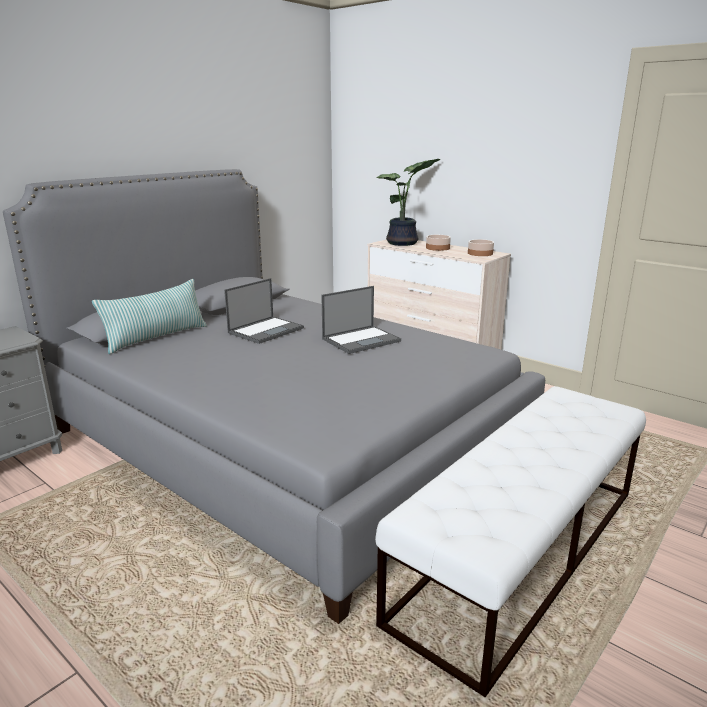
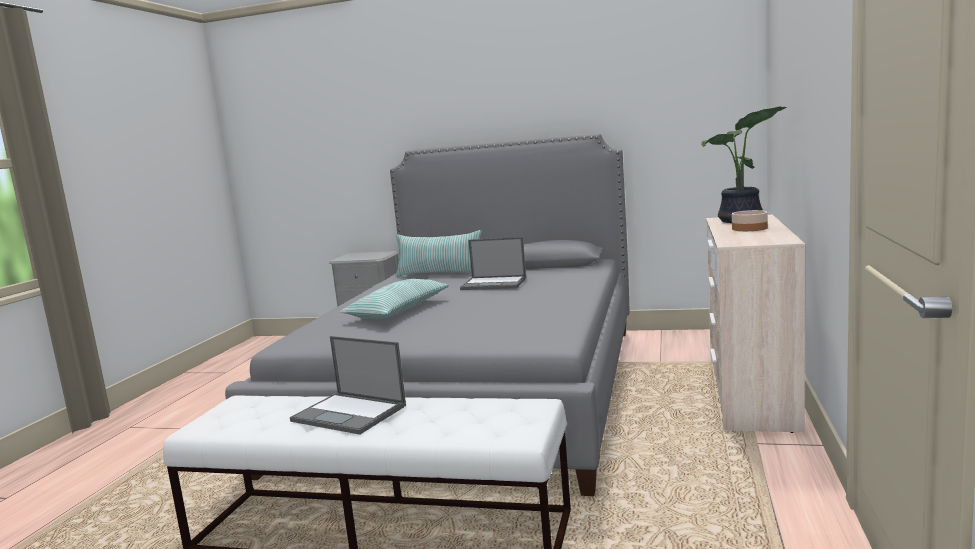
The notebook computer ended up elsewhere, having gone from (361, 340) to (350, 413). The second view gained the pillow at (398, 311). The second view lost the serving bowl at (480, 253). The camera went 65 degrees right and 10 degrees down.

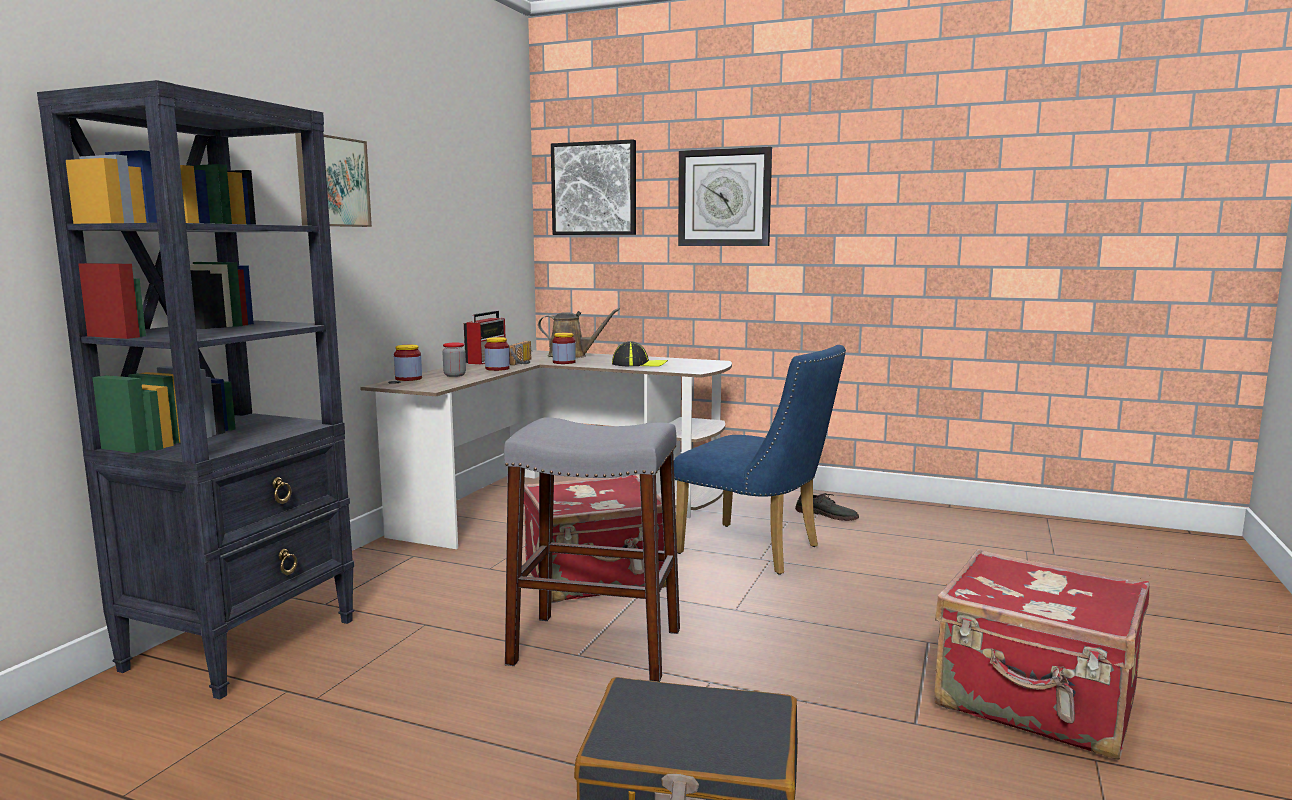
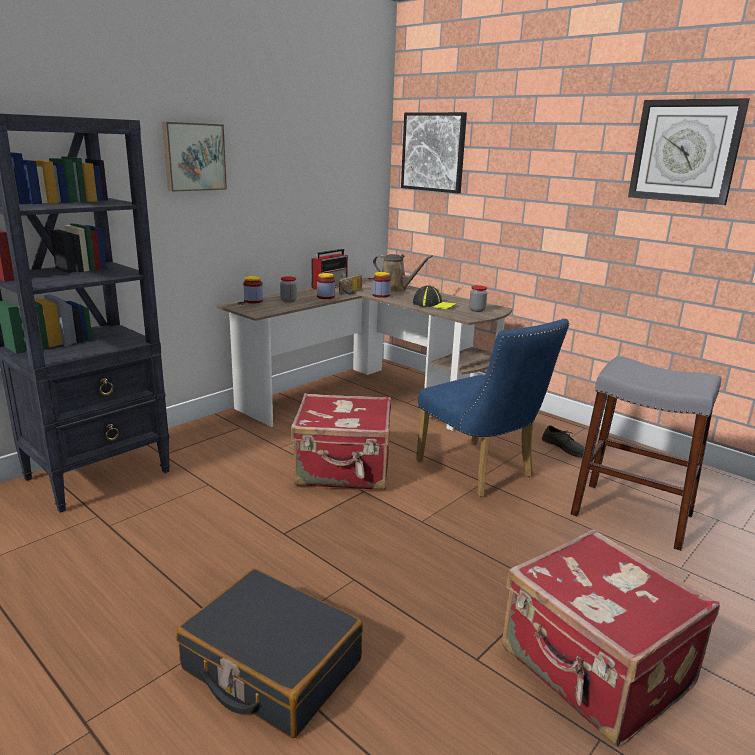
The second view gained the storage jar at (477, 310). The stool seat/greyish ended up elsewhere, having gone from (596, 646) to (632, 514). The clock on the wall ended up elsewhere, having gone from (724, 198) to (685, 151). The camera went 20 degrees right and 10 degrees up.

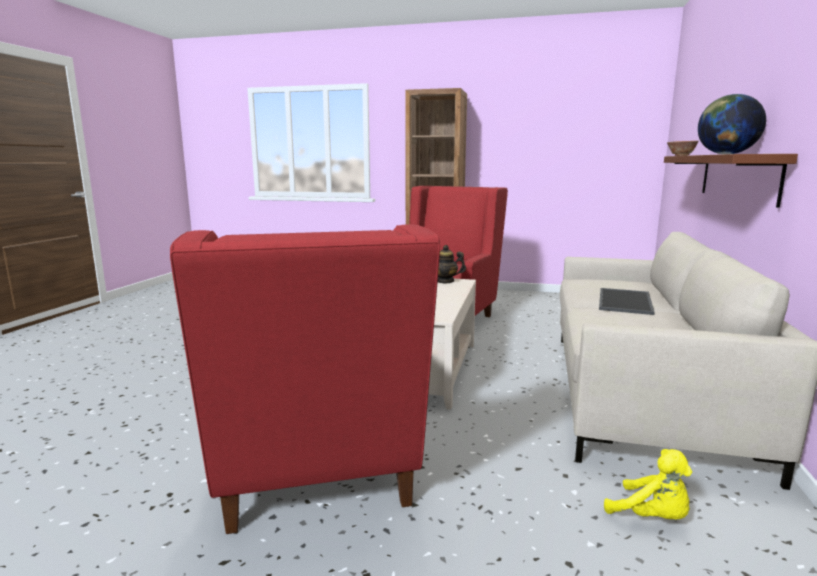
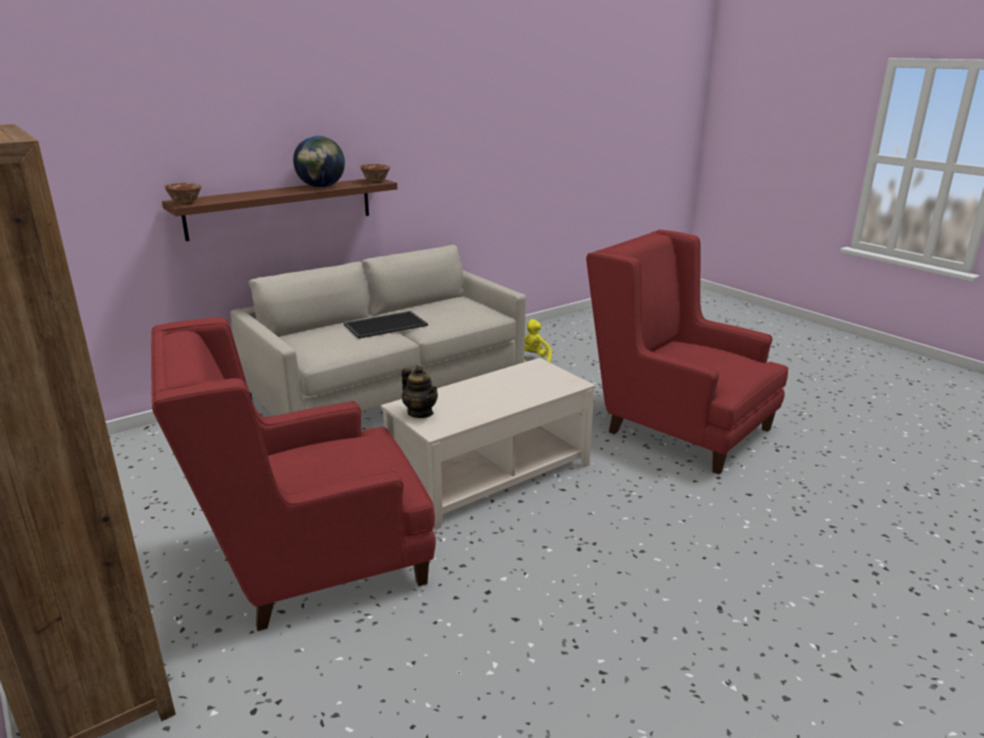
The second view gained the serving bowl at (376, 181). The easy chair/red at (318, 478) ended up facing another way, 75 degrees counterclockwise from before. The camera went 140 degrees left and 10 degrees up.

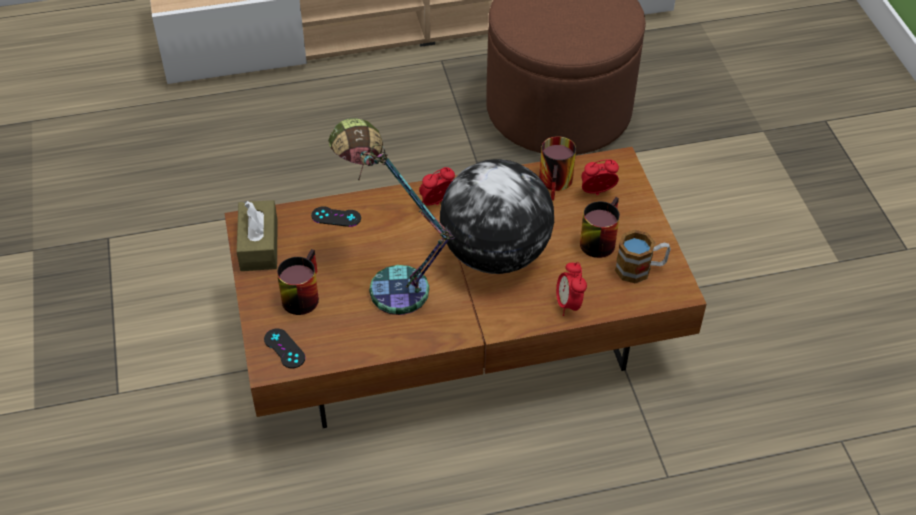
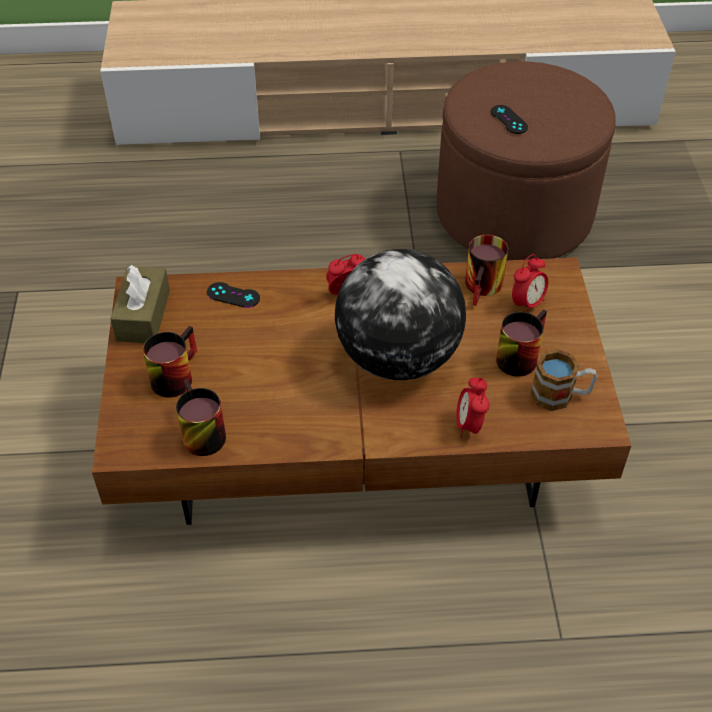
The second view gained the tea mug at (197, 433). The game controller/black-coloured ended up elsewhere, having gone from (284, 348) to (509, 120). The alarm clock at (597, 193) ended up facing another way, 135 degrees clockwise from before. The second view lost the tabletop lamp at (390, 279). The camera went 10 degrees right and 0 degrees up.

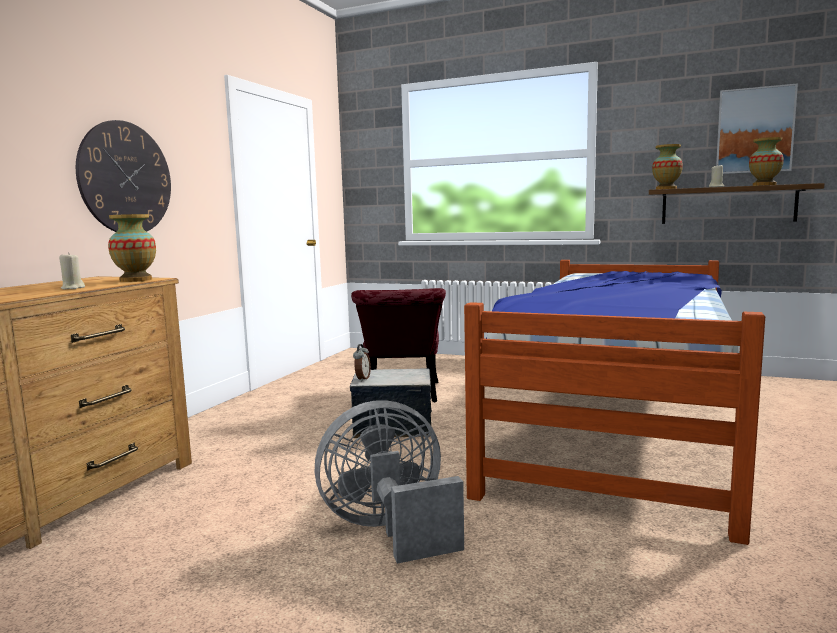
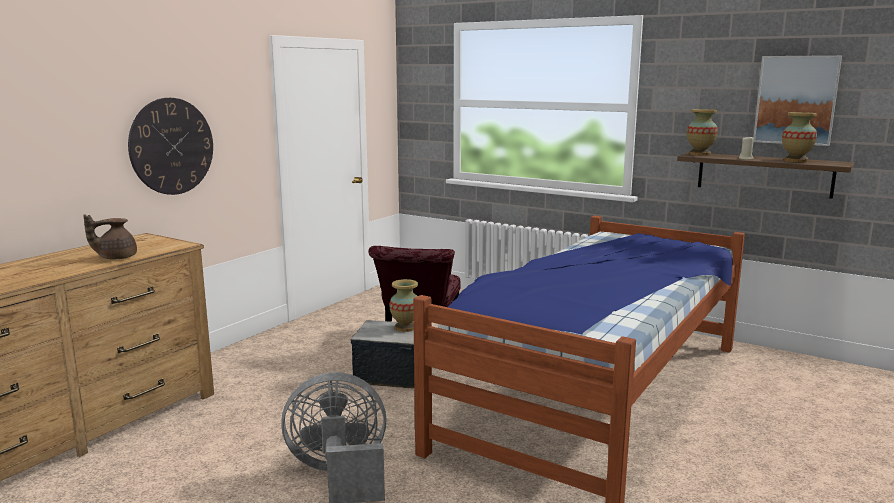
Where the candle/beige-coloured stood at (73, 288), the tea pot/brown came to stand at (116, 257). The flower vase ended up elsewhere, having gone from (135, 280) to (405, 328). The second view lost the alarm clock at (362, 379). The camera went 10 degrees right and 5 degrees up.

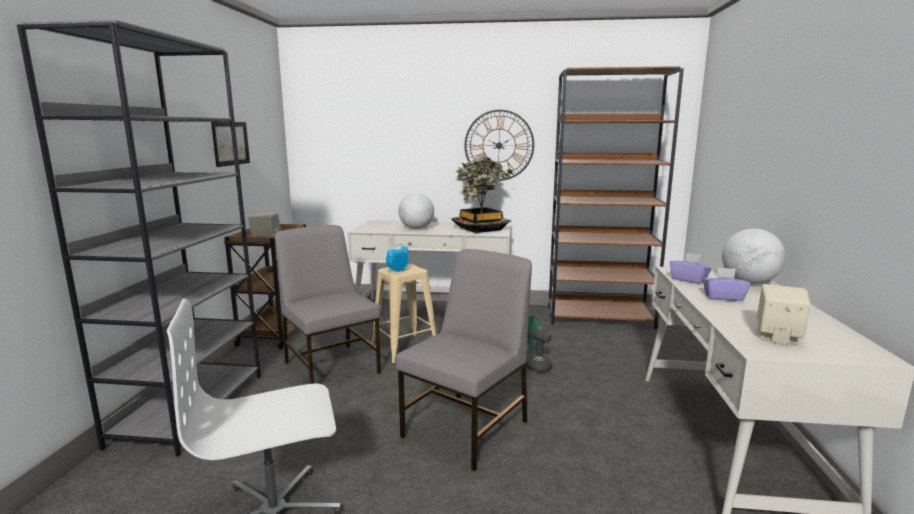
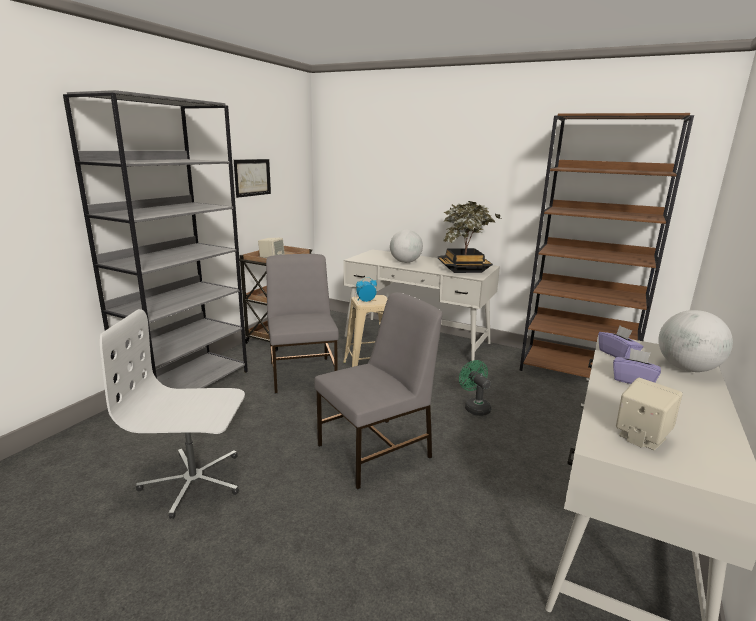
The second view lost the clock on the wall at (499, 145). The camera went 20 degrees right and 5 degrees up.

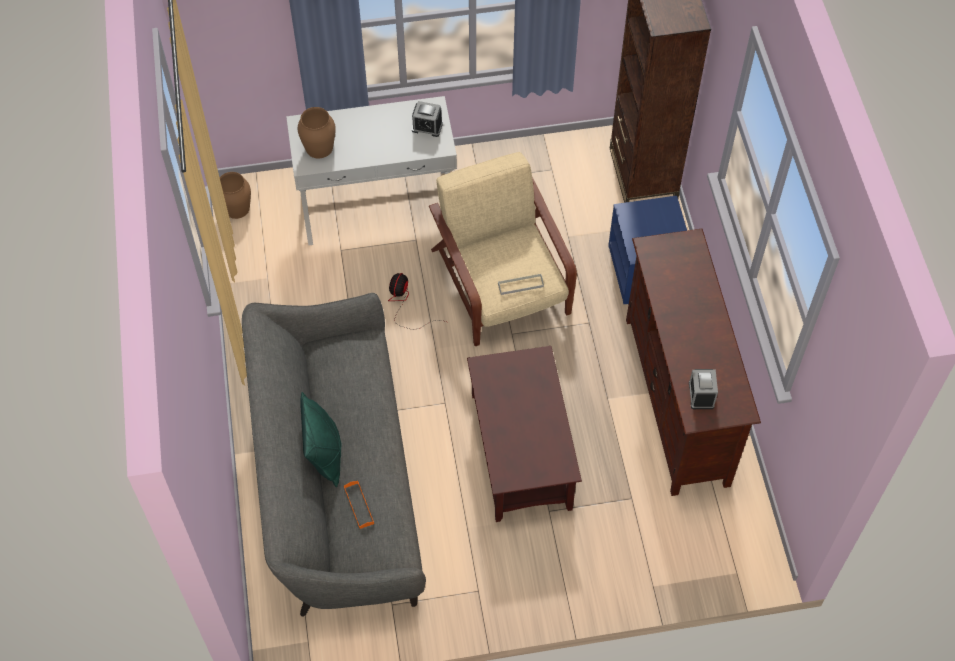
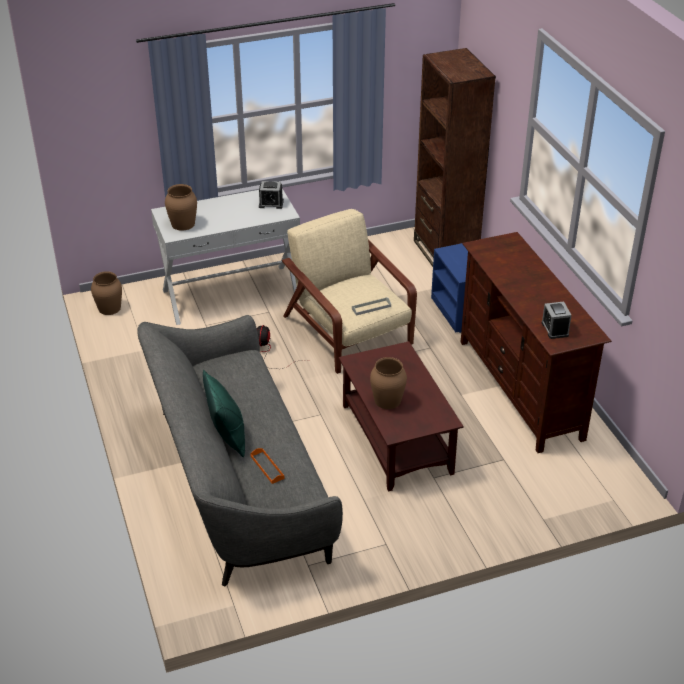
The second view gained the flower vase/brown at (387, 400). The camera went 10 degrees left and 20 degrees down.

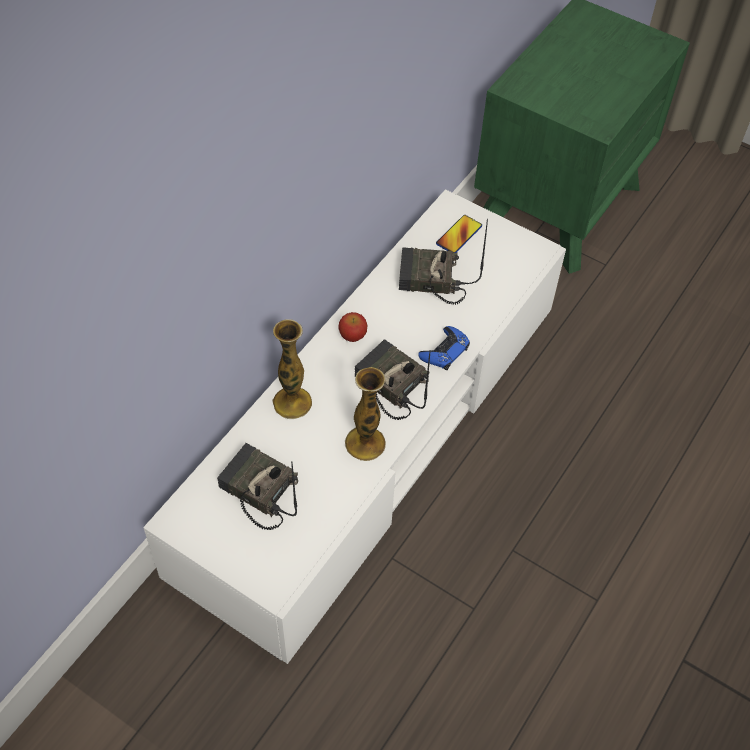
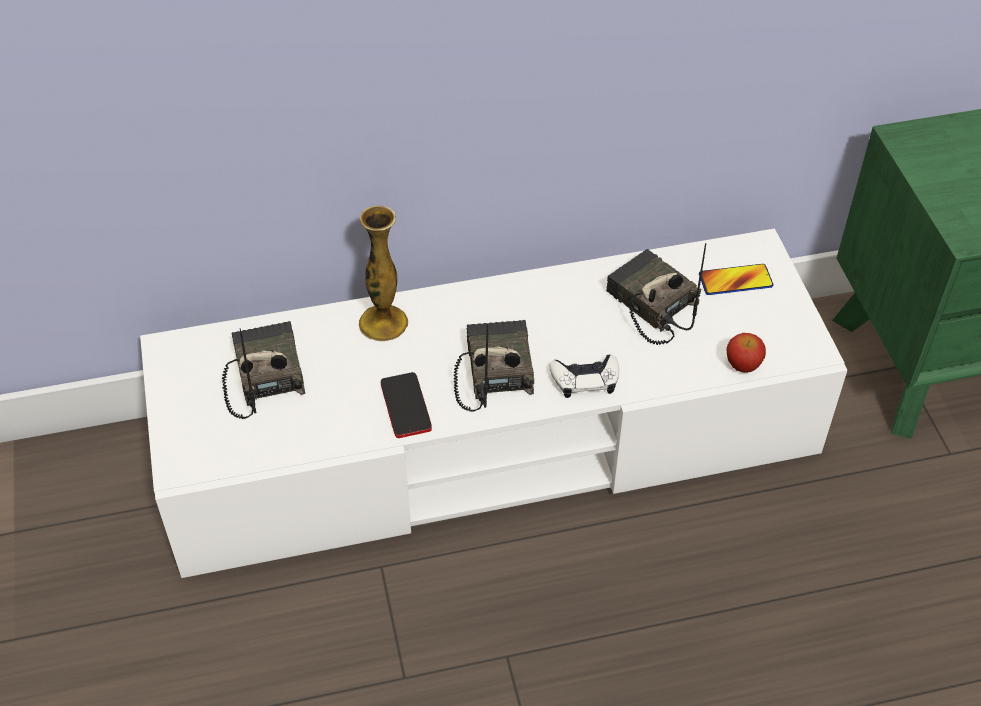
Where the flower vase stood at (365, 443), the telephone came to stand at (405, 406). What was the game controller/blue at (444, 351) turned into the game controller/whitish at (585, 379). The whole apple ended up elsewhere, having gone from (353, 336) to (743, 365). The camera went 45 degrees right and 5 degrees down.

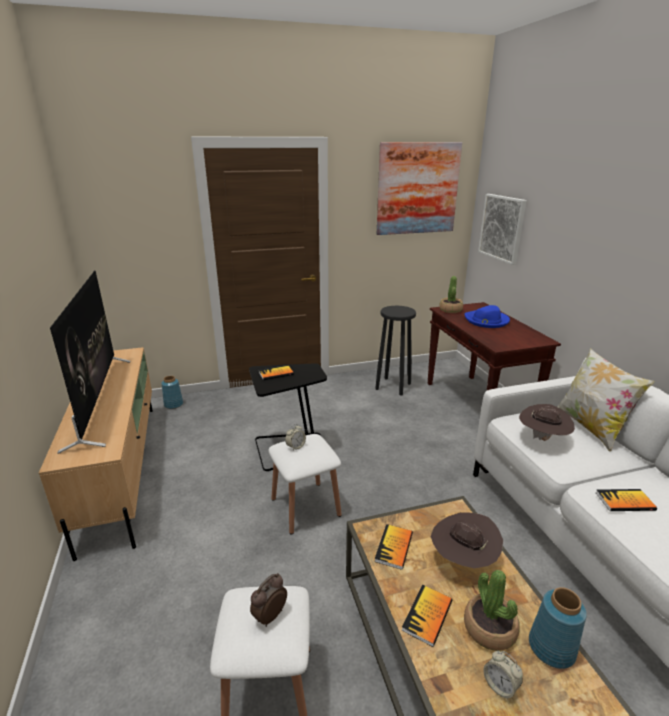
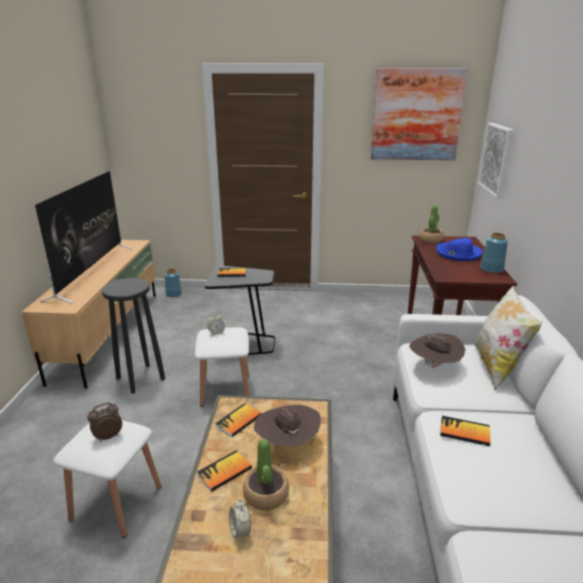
The stool seat/black-coloured ended up elsewhere, having gone from (393, 386) to (141, 378). The flower vase/blue ended up elsewhere, having gone from (552, 648) to (492, 269). The camera went 20 degrees right and 0 degrees up.

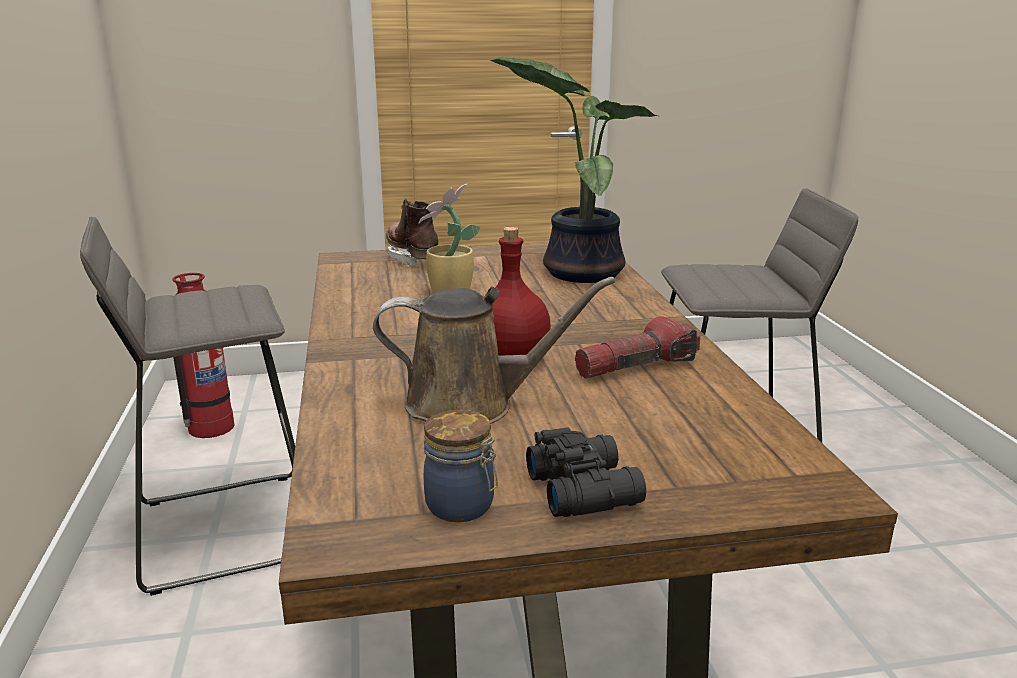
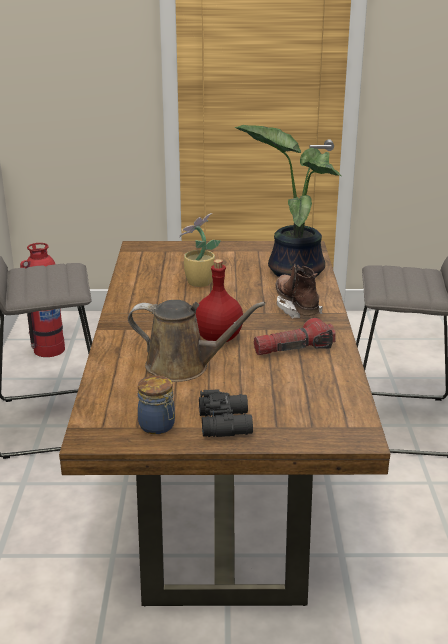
The tall boot/brown ended up elsewhere, having gone from (413, 258) to (296, 307). The camera went 10 degrees right and 5 degrees up.

